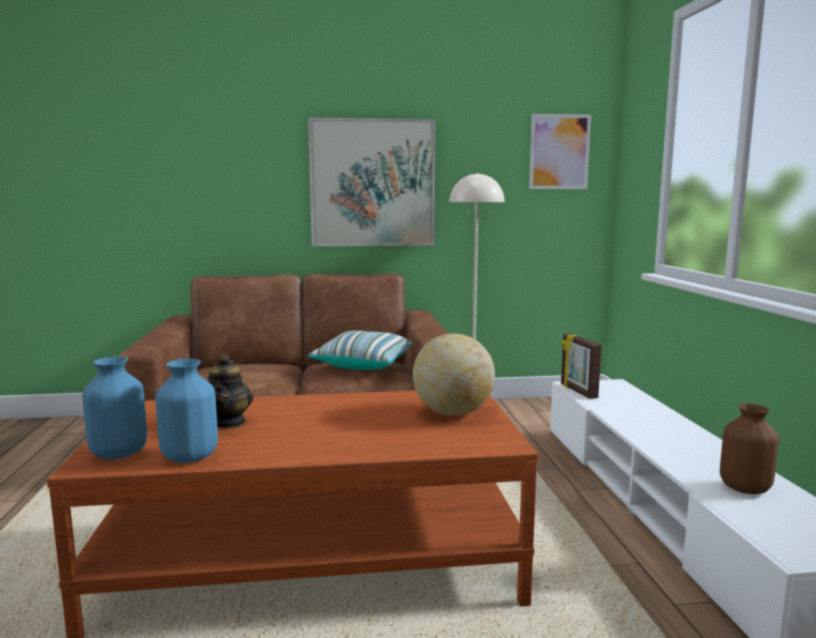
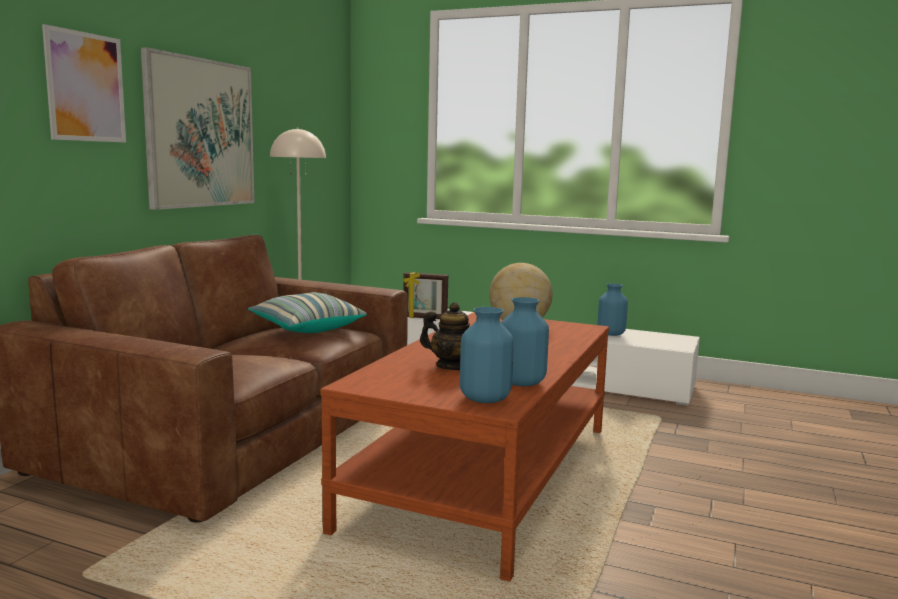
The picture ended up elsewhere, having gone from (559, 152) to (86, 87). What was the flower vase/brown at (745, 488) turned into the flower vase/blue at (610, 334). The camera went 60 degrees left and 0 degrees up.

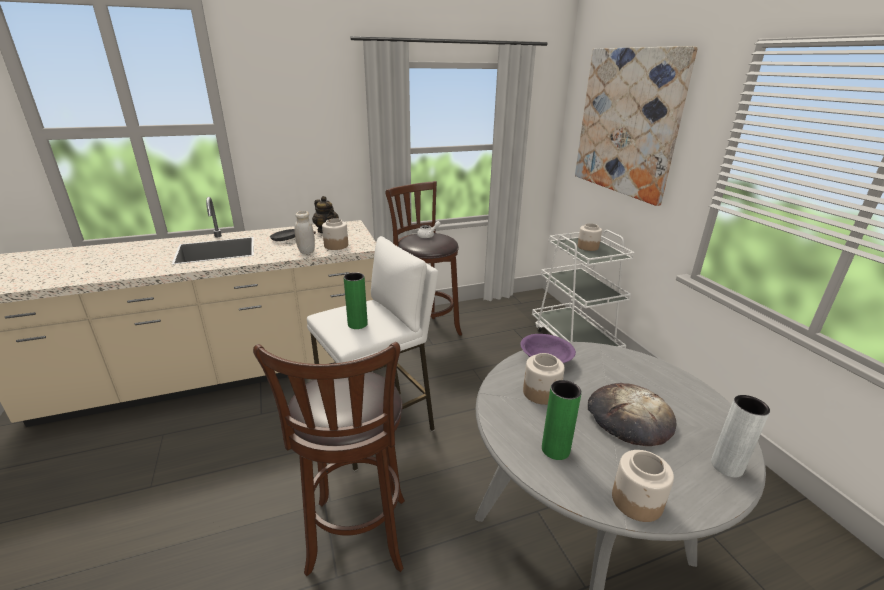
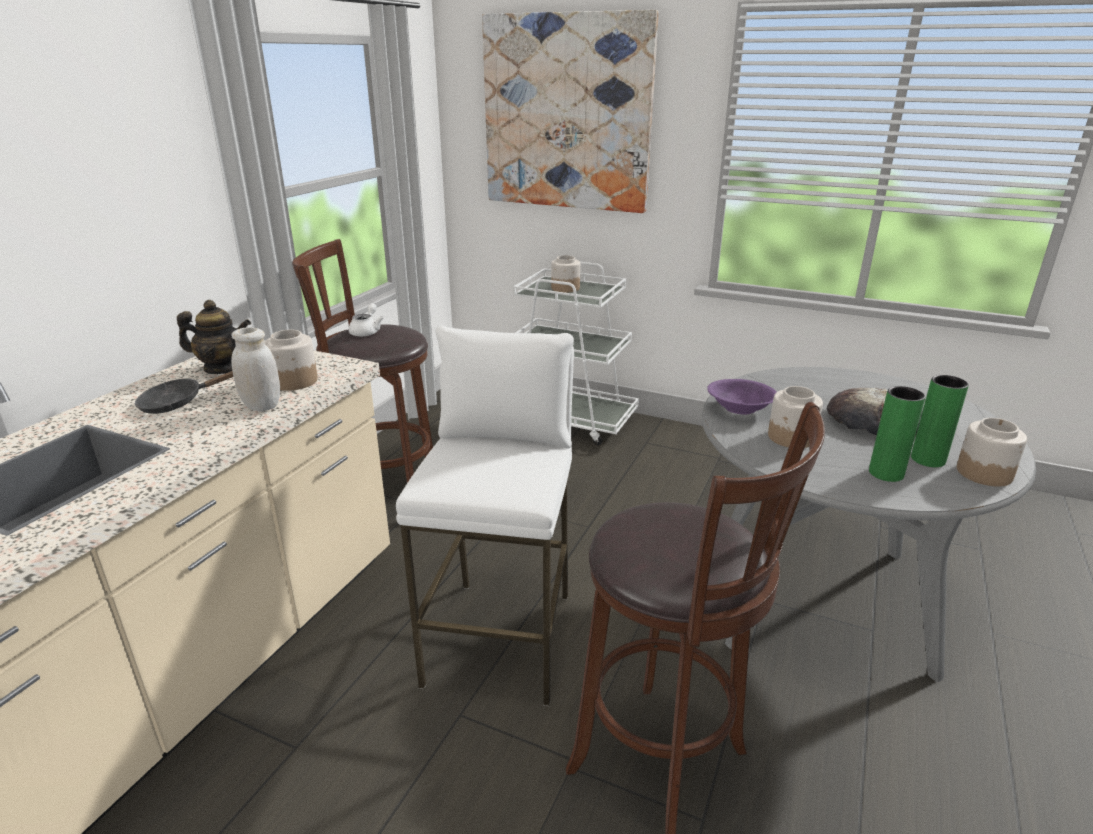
The flower vase/greenish ended up elsewhere, having gone from (357, 324) to (928, 459). The second view lost the flower vase/greyish at (726, 466). The camera went 45 degrees left and 0 degrees up.

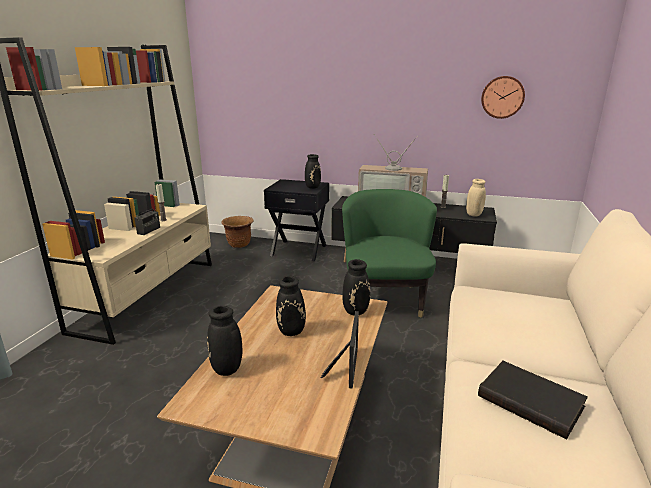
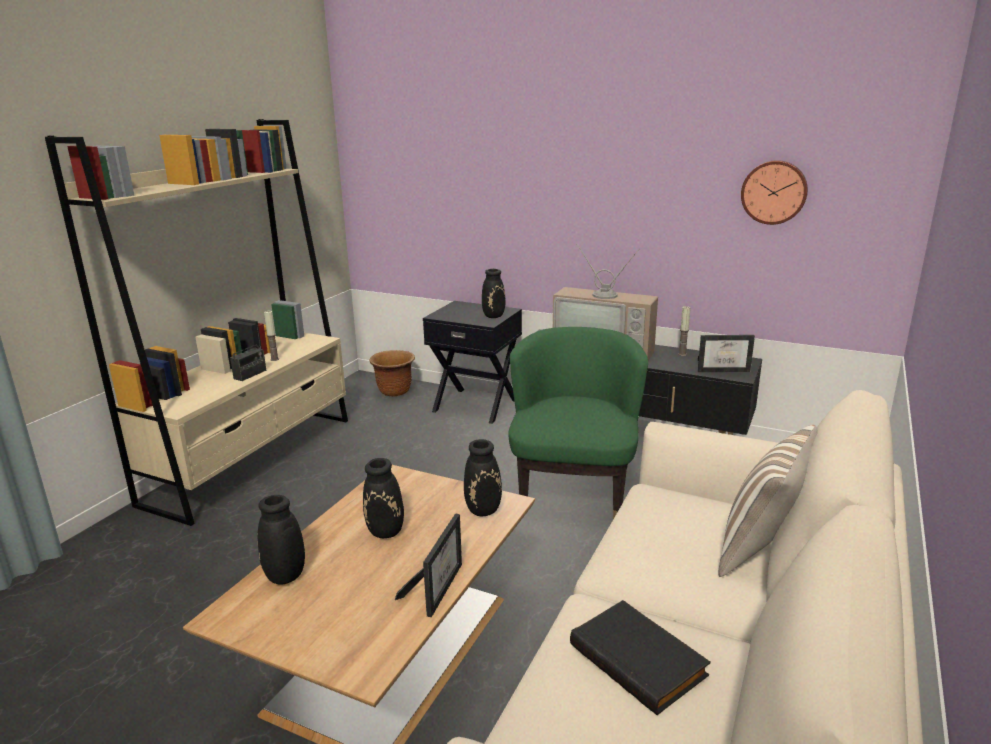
Where the flower vase/beige-coloured stood at (473, 214), the standing frame came to stand at (723, 369). The second view gained the pillow at (762, 551). The camera went 10 degrees right and 0 degrees up.

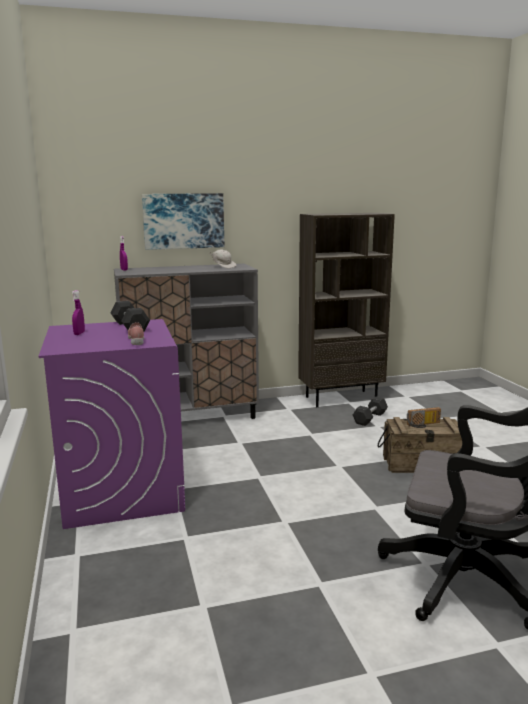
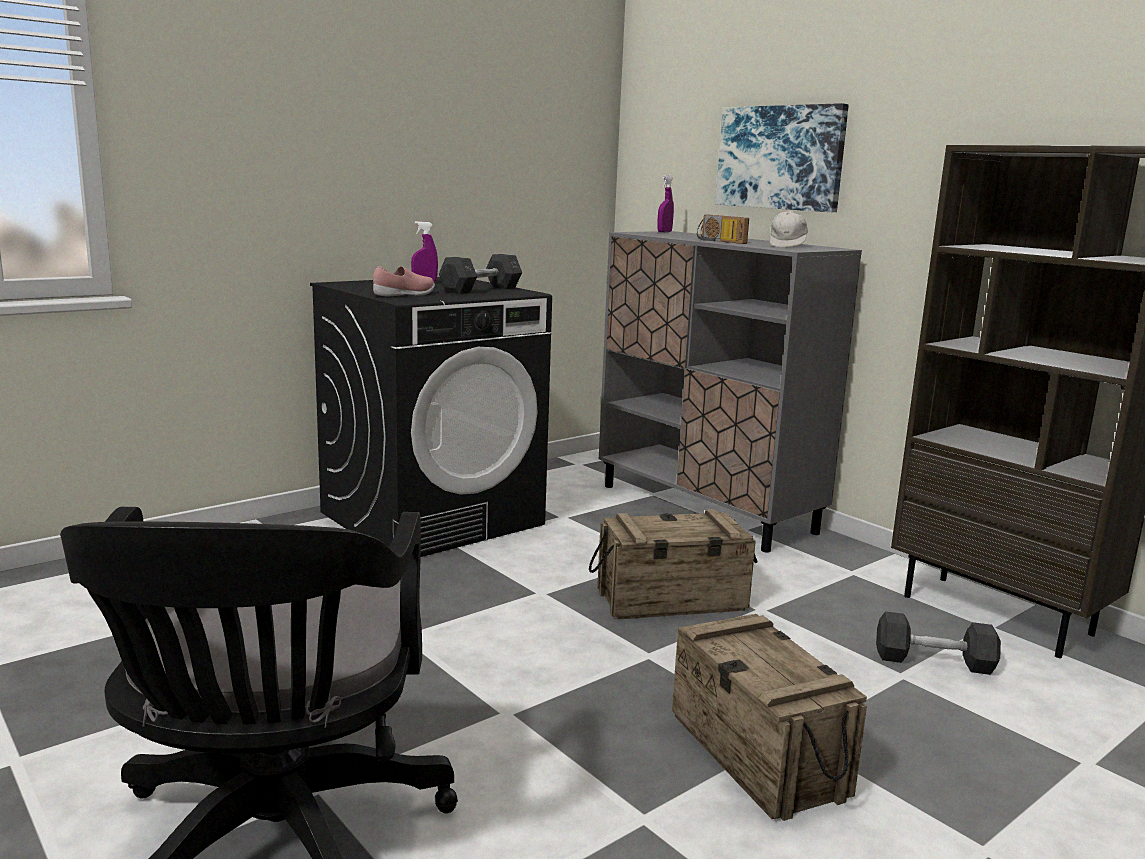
What was the laundry machine/purplish at (122, 489) turned into the laundry machine/black-coloured at (433, 518). The second view gained the shipping crate at (671, 600). The radio ended up elsewhere, having gone from (424, 425) to (718, 241). The camera went 65 degrees right and 0 degrees up.

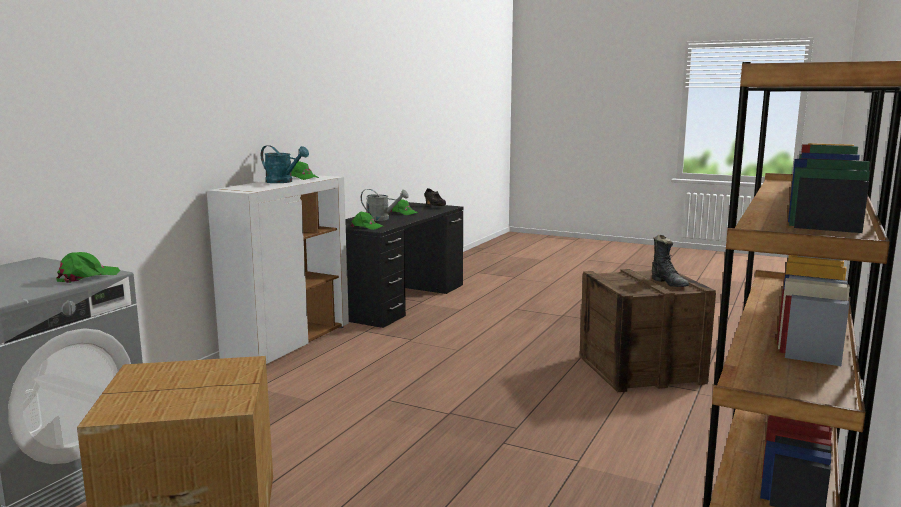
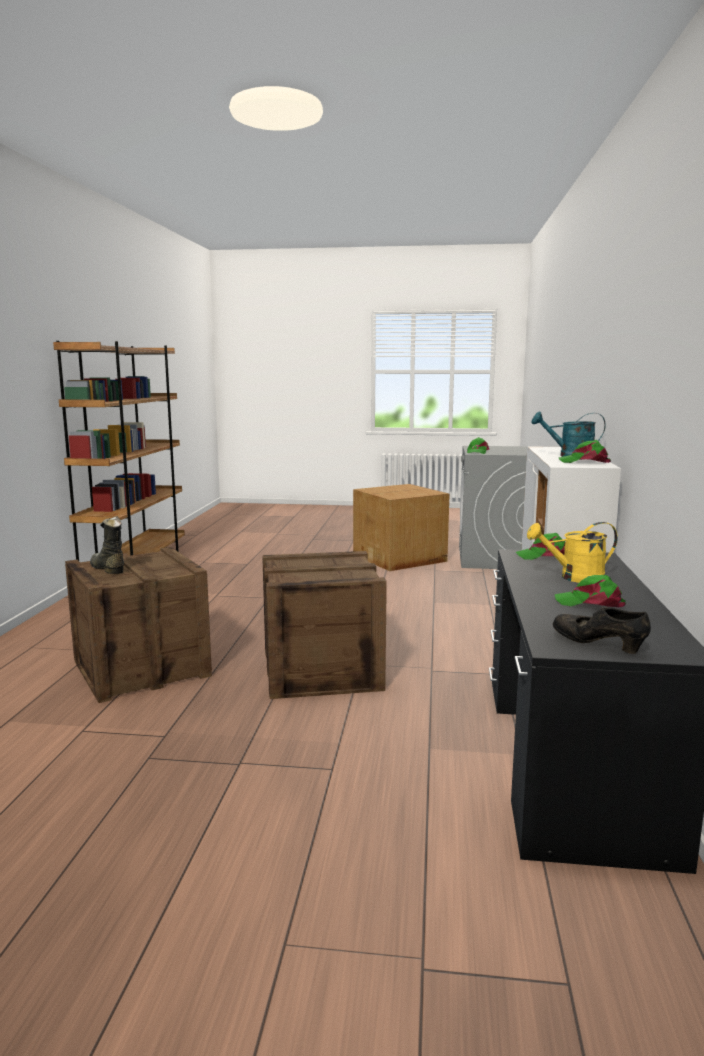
The second view gained the shipping crate at (322, 670). What was the watering pot/greyish at (382, 219) turned into the watering pot/yellow-coloured at (574, 578). The camera went 160 degrees right and 0 degrees up.

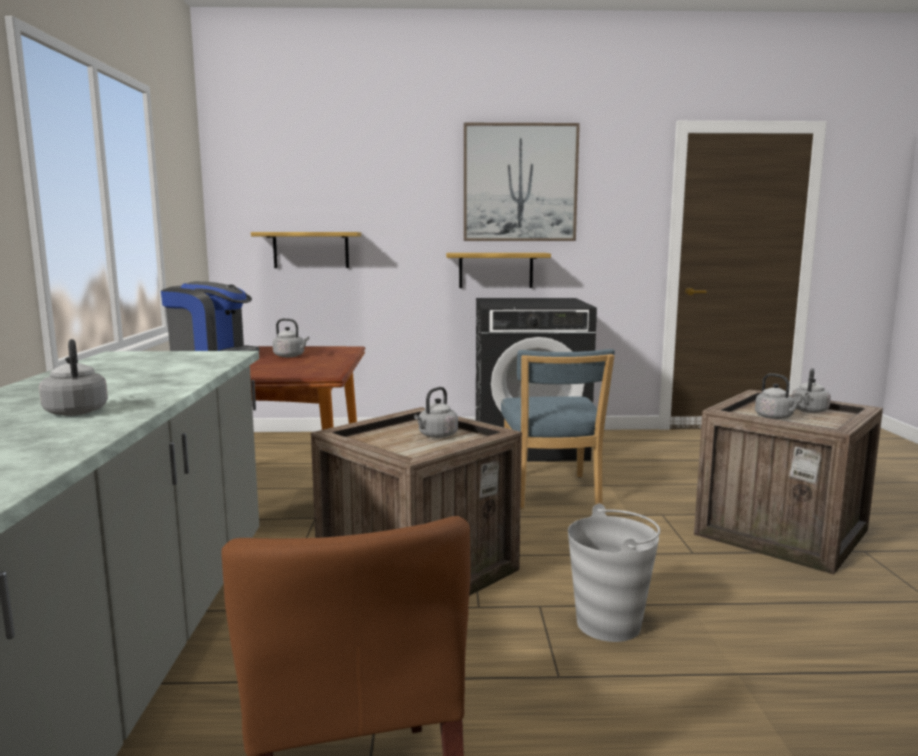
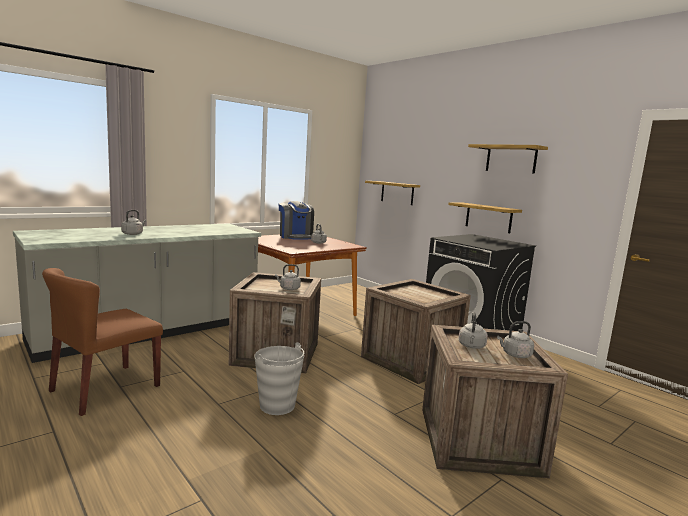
Where the upright chair/blue stood at (551, 494), the shipping crate came to stand at (409, 360). Where the picture hung at (520, 183), the shelf came to hang at (511, 159). The camera went 50 degrees right and 0 degrees up.

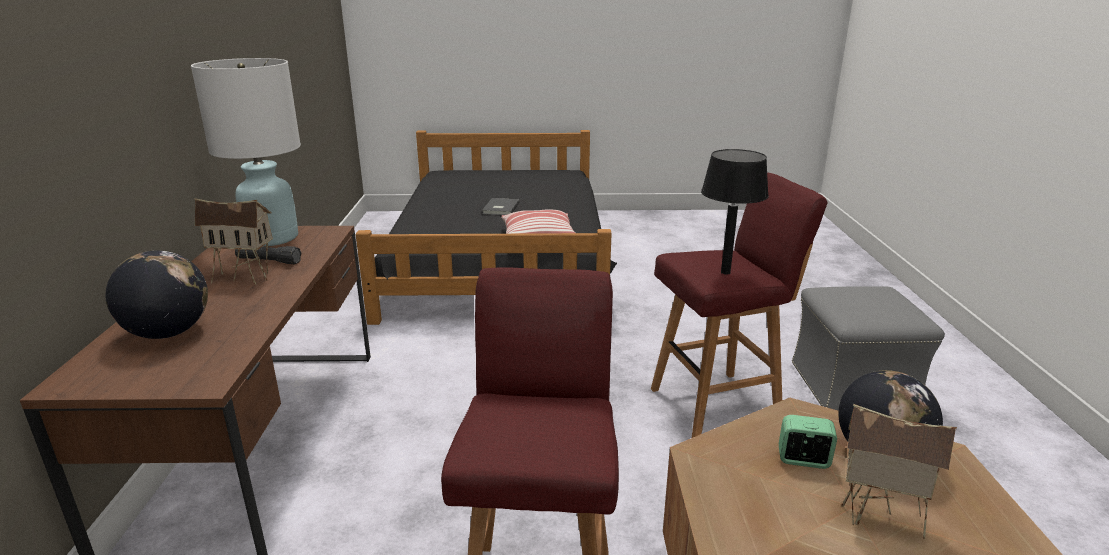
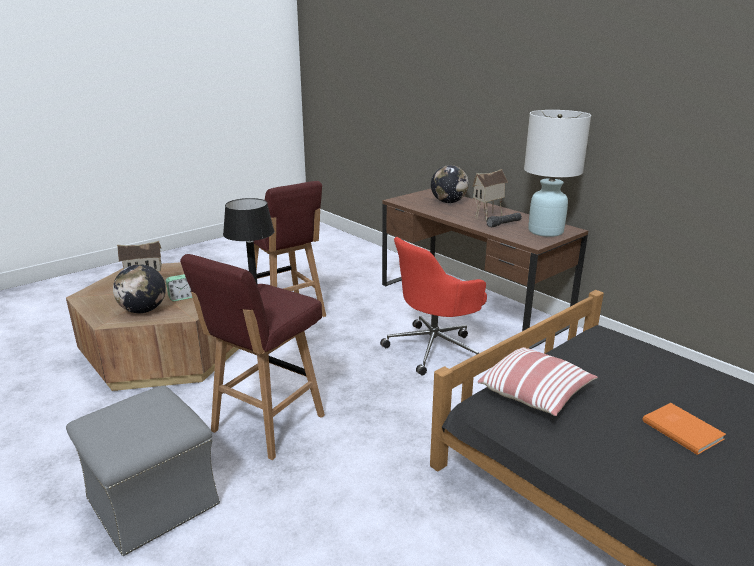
The second view gained the computer chair/red at (435, 348). What was the book/greyish at (500, 208) turned into the book/orange-coloured at (682, 429). The camera went 140 degrees right and 0 degrees up.

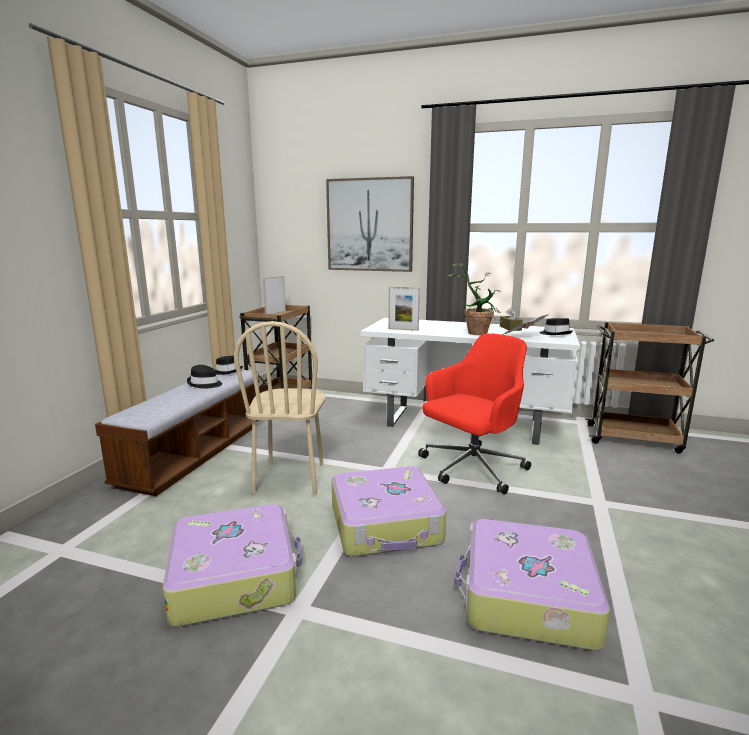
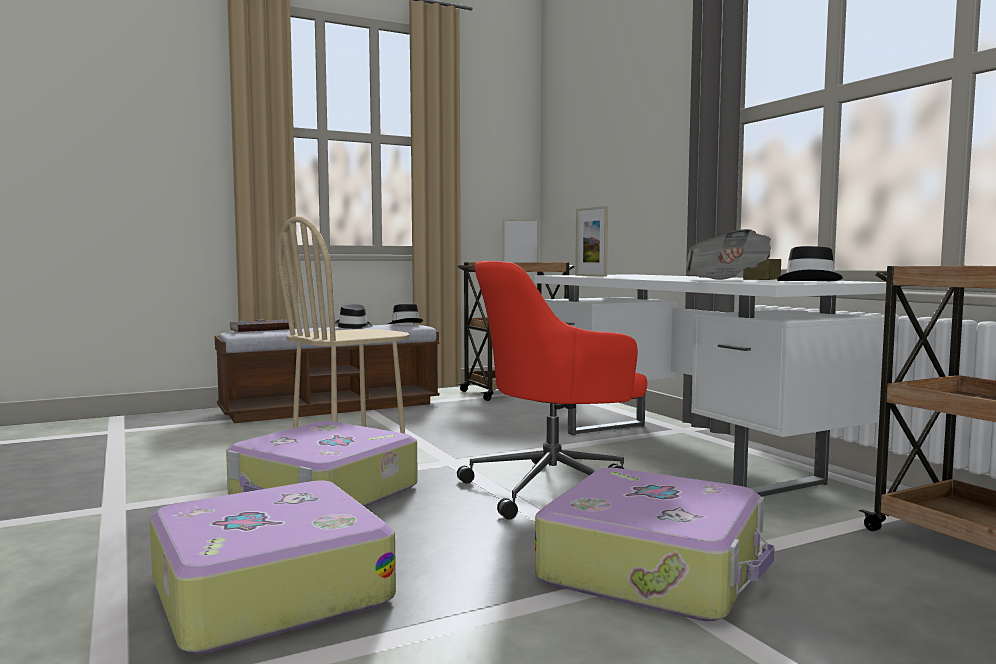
The second view gained the book at (262, 329). The computer chair/red at (471, 468) ended up facing another way, 150 degrees clockwise from before. The piece of luggage ended up elsewhere, having gone from (235, 576) to (654, 568). The second view lost the picture at (369, 225). The second view lost the potted plant at (477, 332). The camera went 45 degrees right and 10 degrees down.

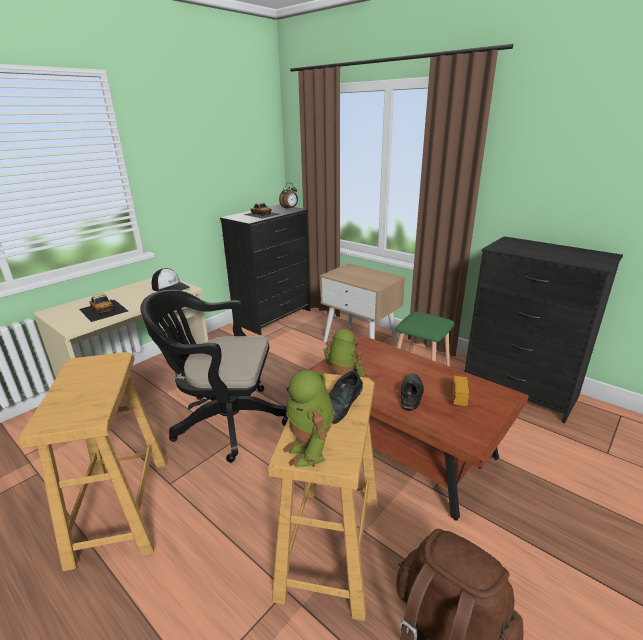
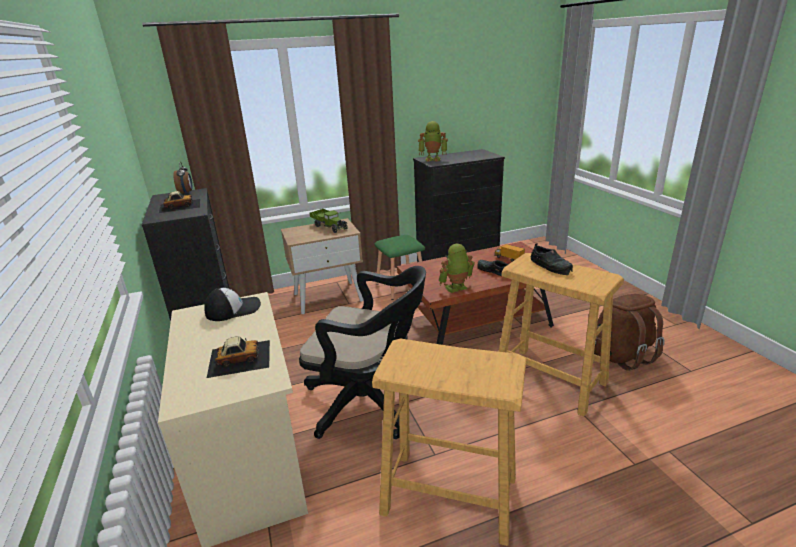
The computer chair/black-coloured at (224, 421) ended up facing another way, 105 degrees counterclockwise from before. The second view gained the toy lorry at (329, 226). The robot figure ended up elsewhere, having gone from (310, 451) to (433, 159). The camera went 60 degrees left and 0 degrees up.

